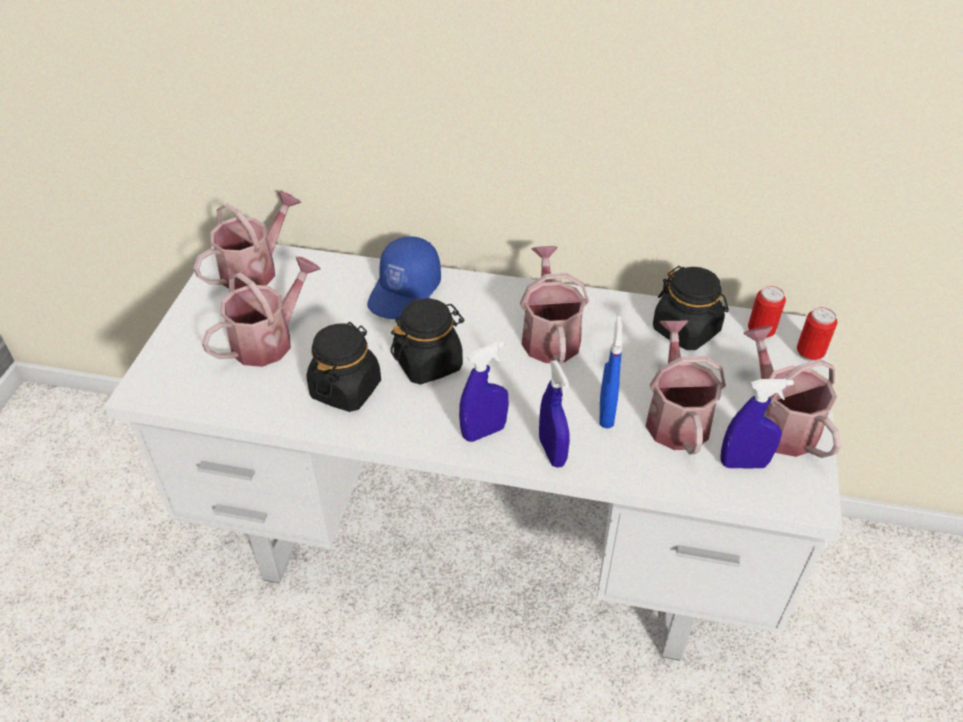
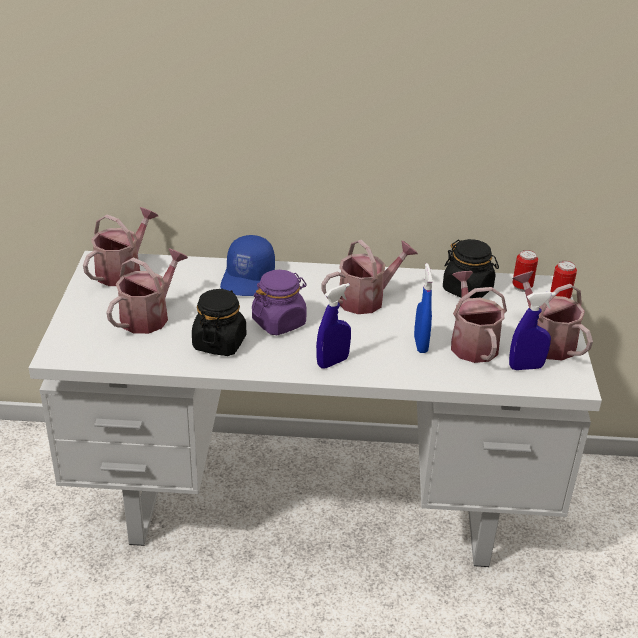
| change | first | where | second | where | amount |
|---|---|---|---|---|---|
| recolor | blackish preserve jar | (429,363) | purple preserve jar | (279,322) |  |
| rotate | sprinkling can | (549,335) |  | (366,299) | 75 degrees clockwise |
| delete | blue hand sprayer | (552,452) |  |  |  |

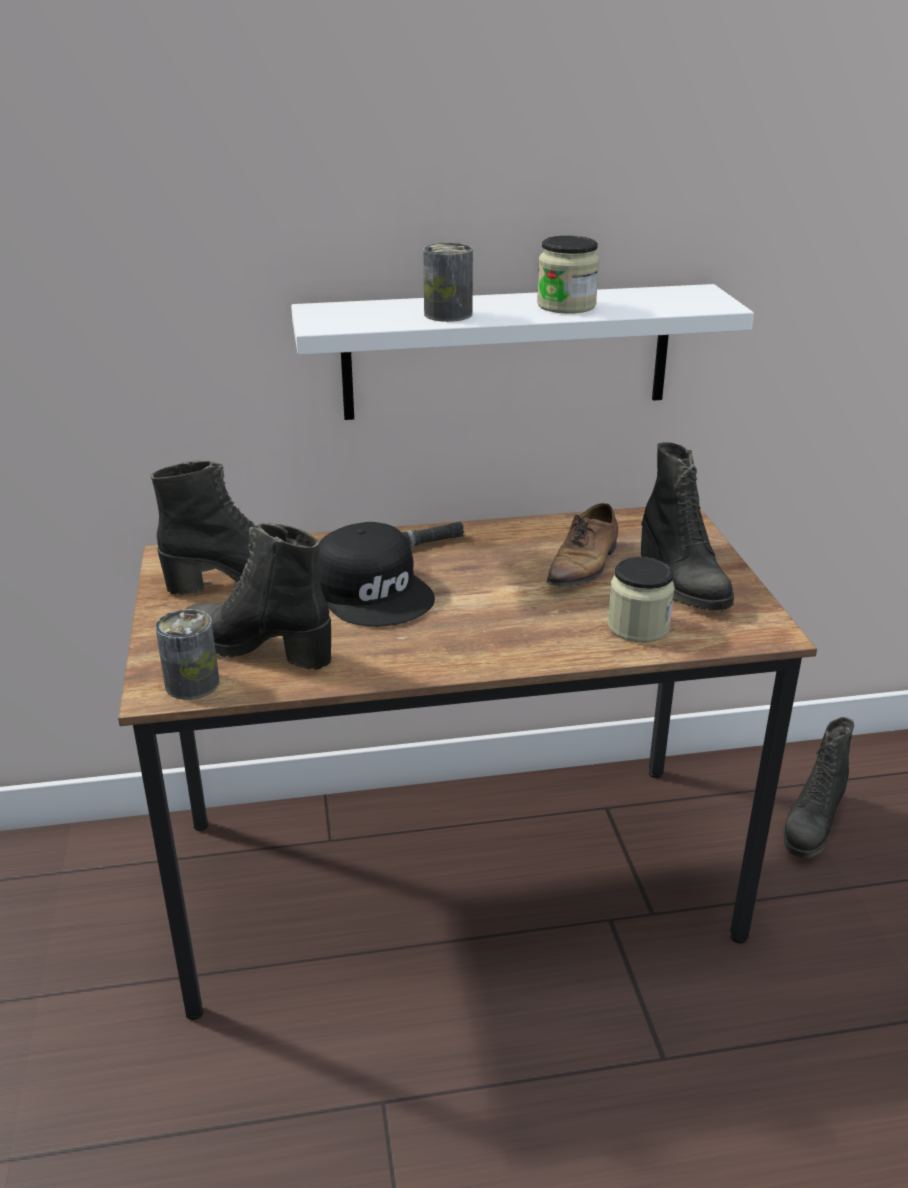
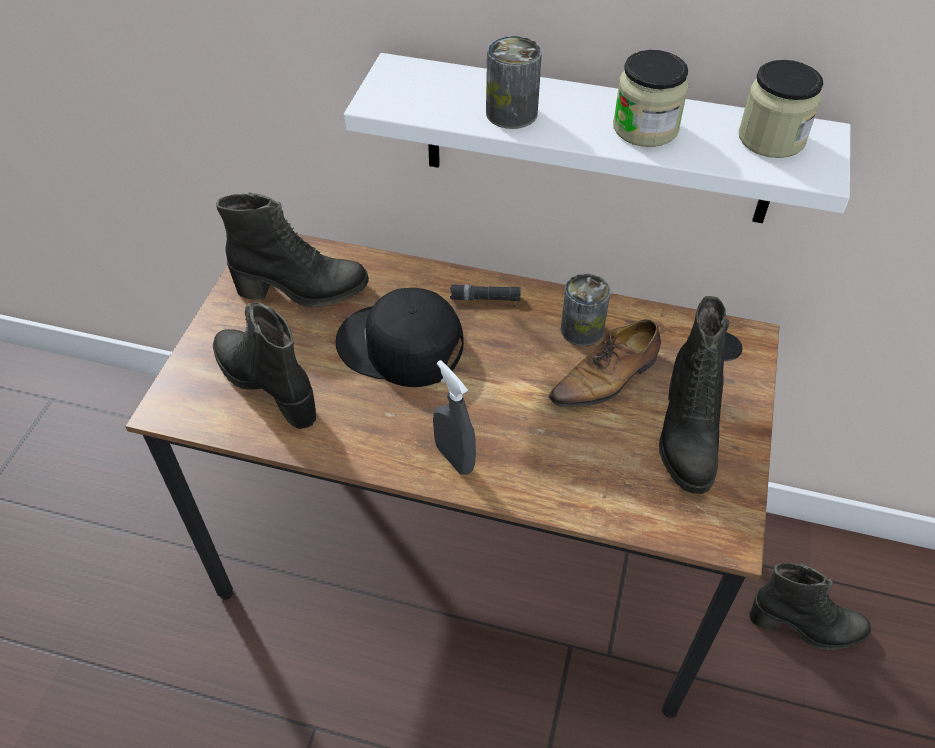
| change | first | where | second | where | amount |
|---|---|---|---|---|---|
| move | metal can | (192,683) |  | (582,329) |  |
| rotate | blackish peaked cap | (374,591) |  | (400,347) | 120 degrees clockwise |
| move | preserve jar | (638,627) |  | (771,139) |  |
| rotate | blackish tall boot | (810,826) |  | (806,627) | 135 degrees counterclockwise |
| insert |  |  | greyish hand sprayer | (454,458) |  |

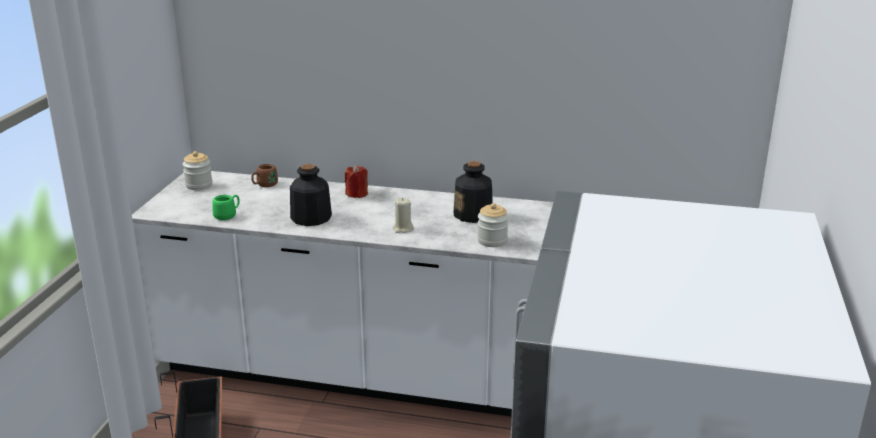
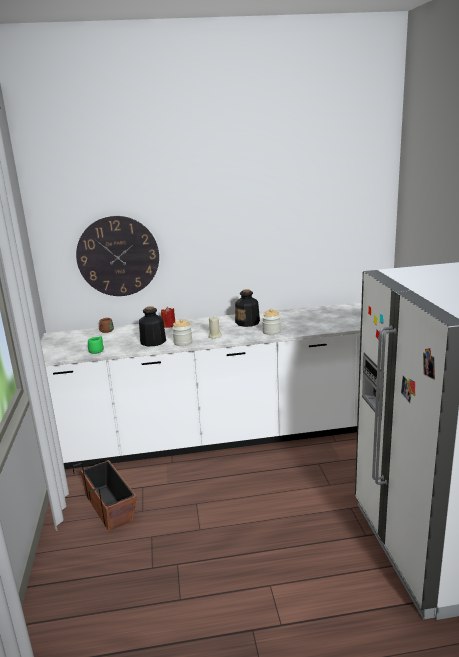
| change | first | where | second | where | amount |
|---|---|---|---|---|---|
| move | preserve jar | (199,185) |  | (183,343) |  |
| insert |  |  | wall clock | (118,256) |  |

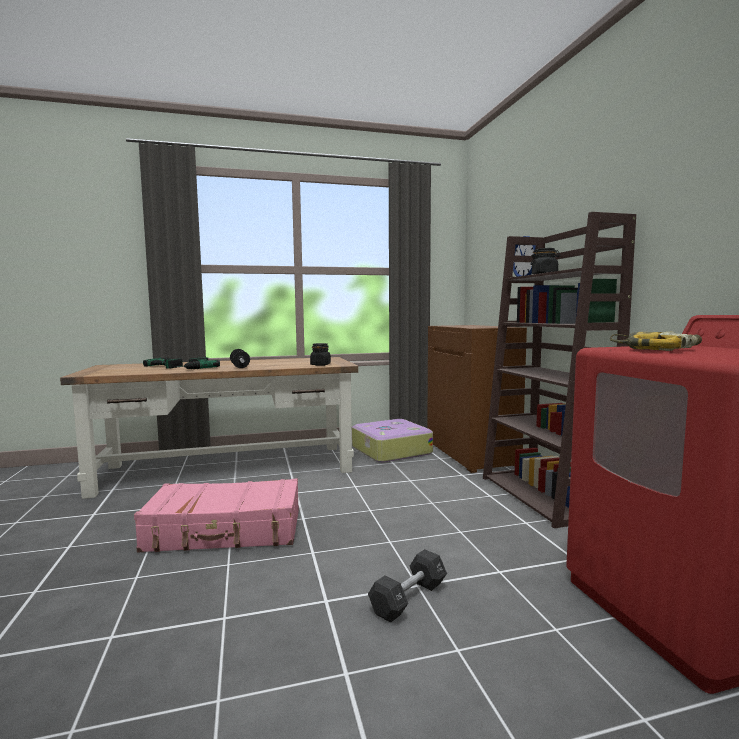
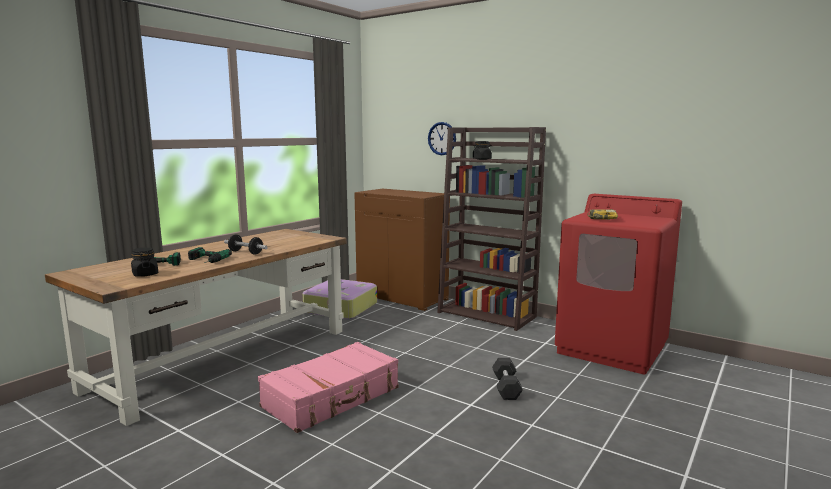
| change | first | where | second | where | amount |
|---|---|---|---|---|---|
| move | blackish preserve jar | (320,365) |  | (145,274) |  |

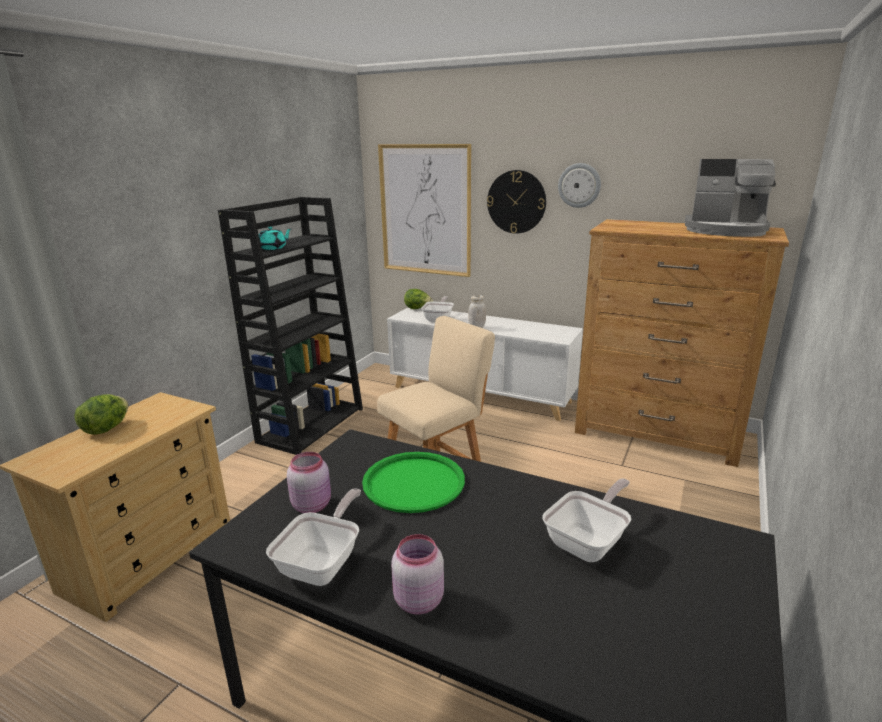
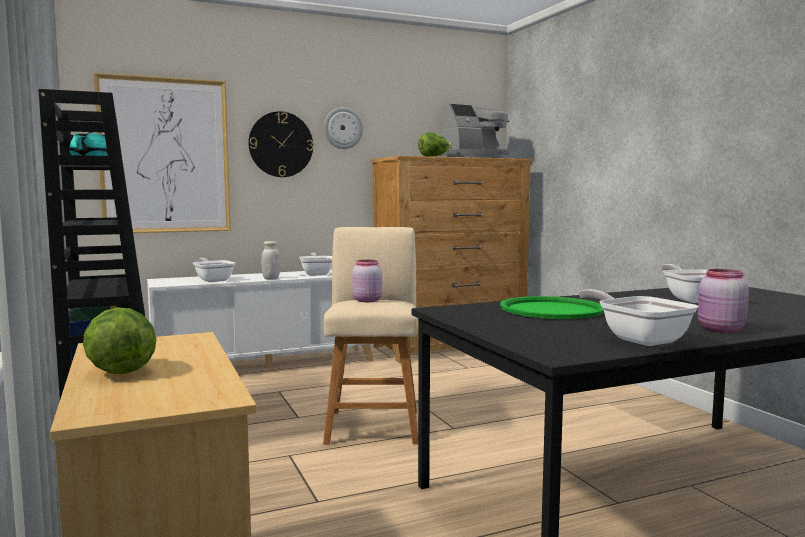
| change | first | where | second | where | amount |
|---|---|---|---|---|---|
| move | pink-coloured preserve jar | (312,505) |  | (367,300) |  |
| move | head of lettuce | (418,309) |  | (434,157) |  |
| insert |  |  | pan | (316,274) |  |

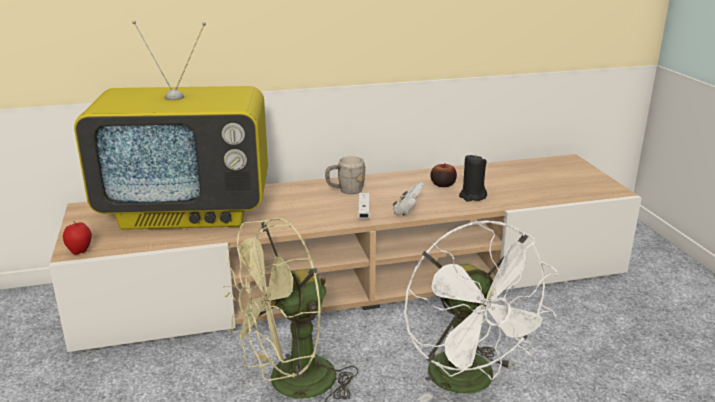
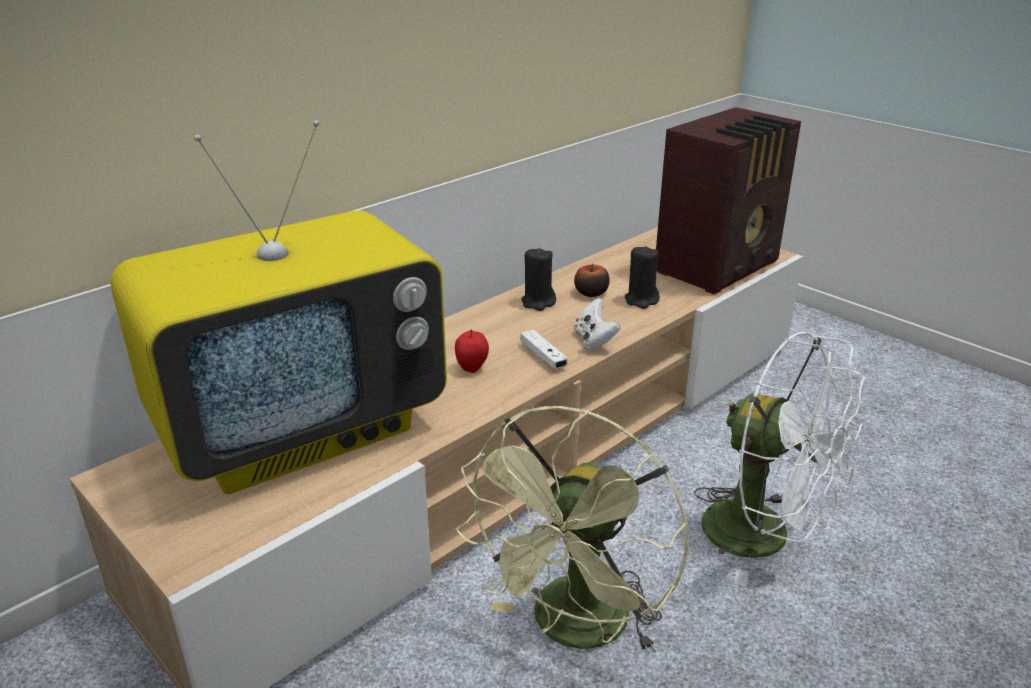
| change | first | where | second | where | amount |
|---|---|---|---|---|---|
| move | apple | (80,251) |  | (472,368) |  |
| delete | greyish mug | (345,190) |  |  |  |
| insert |  |  | blackish candle | (538,302) |  |
| insert |  |  | radio | (720,266) |  |

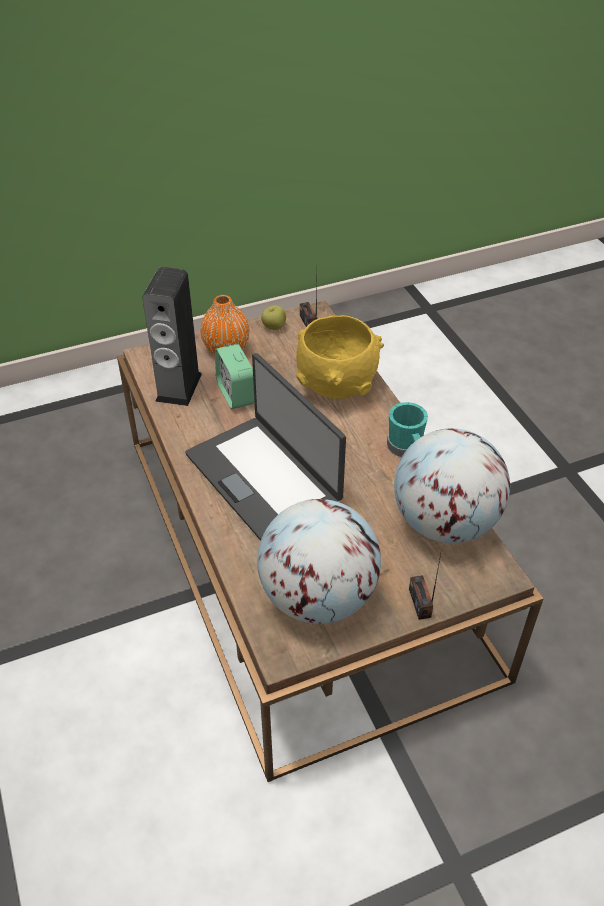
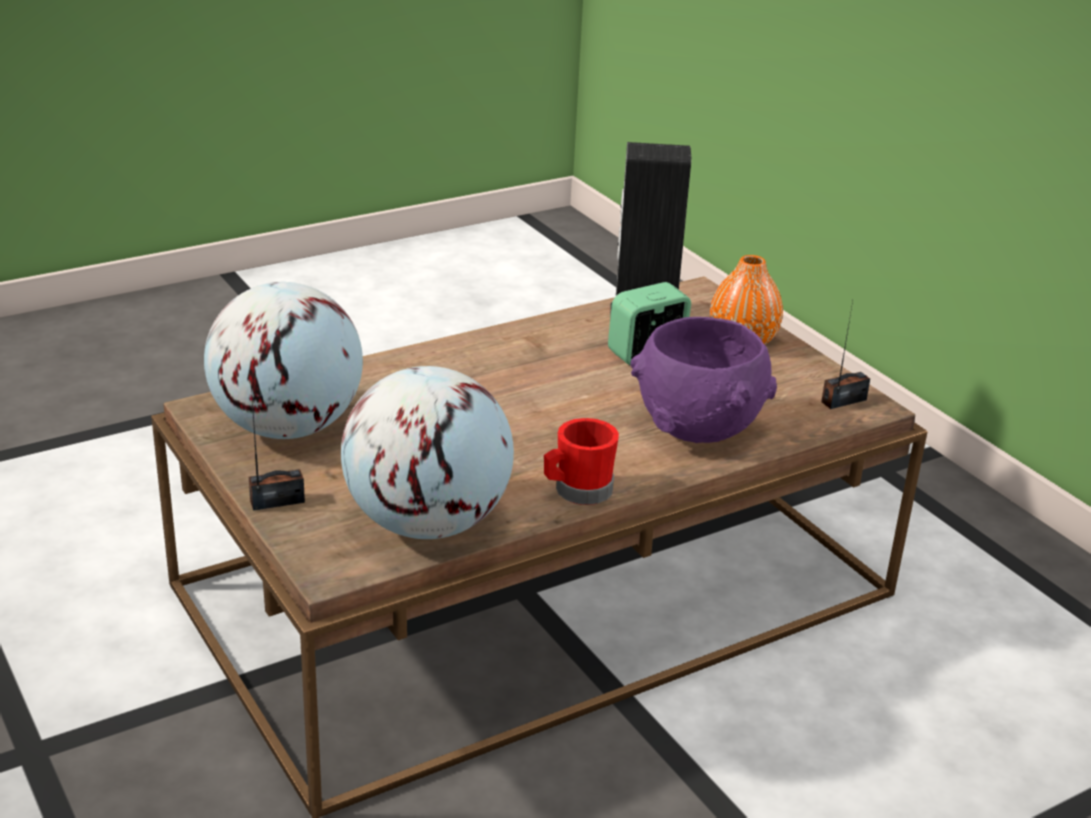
| change | first | where | second | where | amount |
|---|---|---|---|---|---|
| delete | notebook computer | (264,477) |  |  |  |
| delete | apple | (273,327) |  |  |  |
| recolor | yellowish deep dish | (335,385) | purple deep dish | (699,428) |  |
| recolor | turquoise-coloured mug | (406,448) | red mug | (577,491) |  |

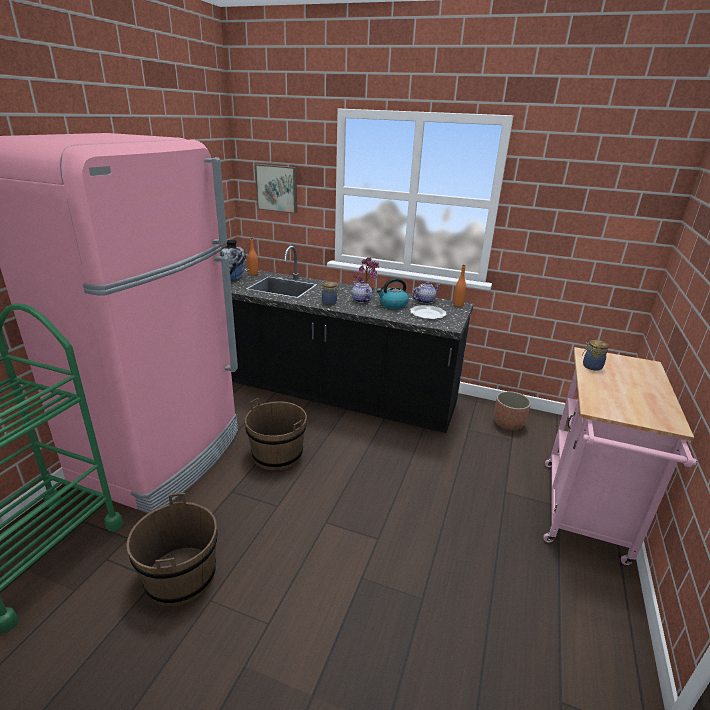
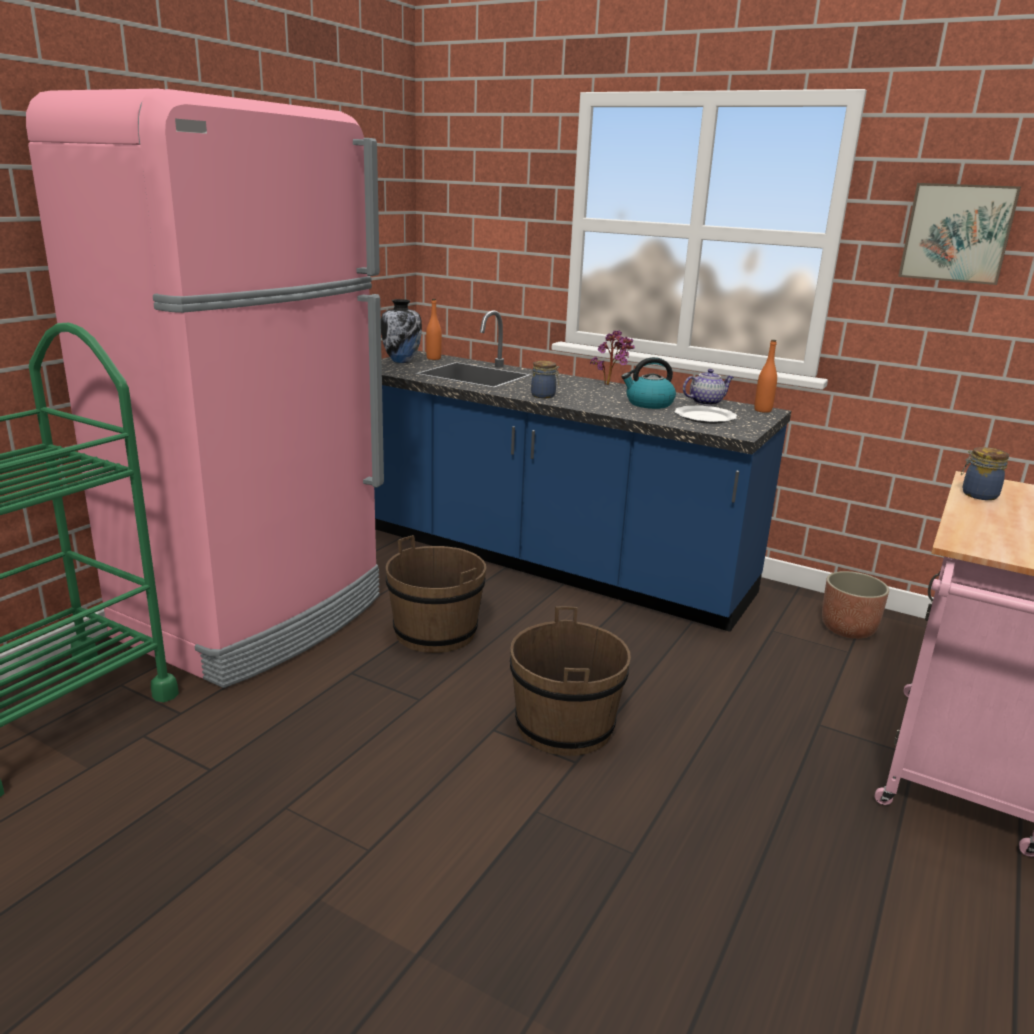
| change | first | where | second | where | amount |
|---|---|---|---|---|---|
| move | brown bucket | (181,576) |  | (564,726) |  |
| recolor | blackish counter | (332,394) | blue counter | (544,561) |  |
| move | wall art | (277,188) |  | (957,233) |  |
| delete | tea pot | (360,300) |  |  |  |

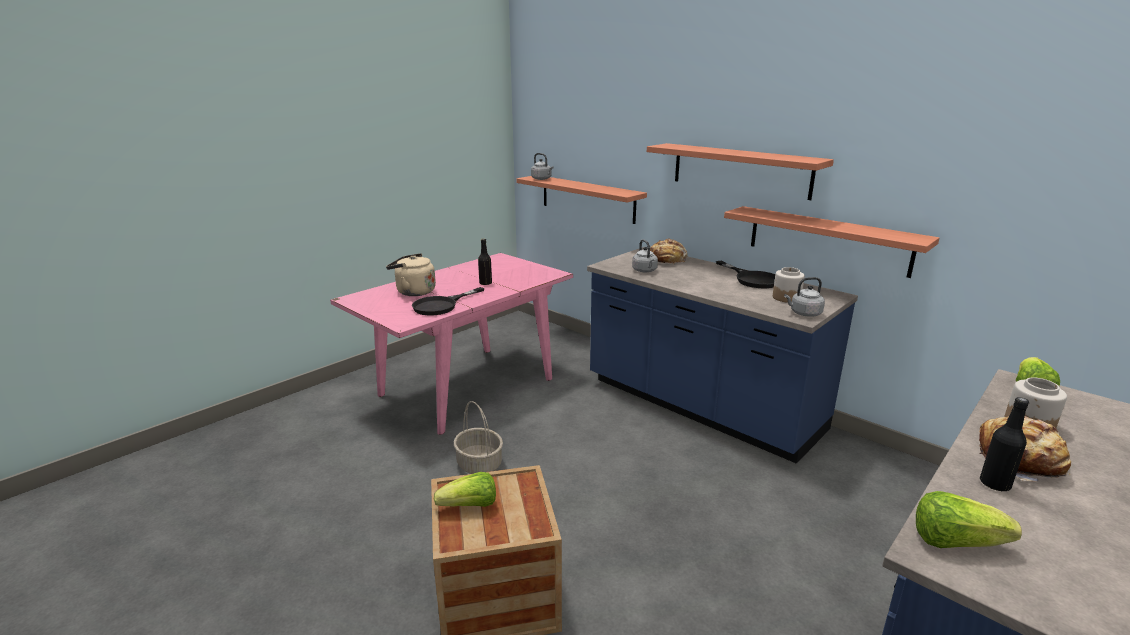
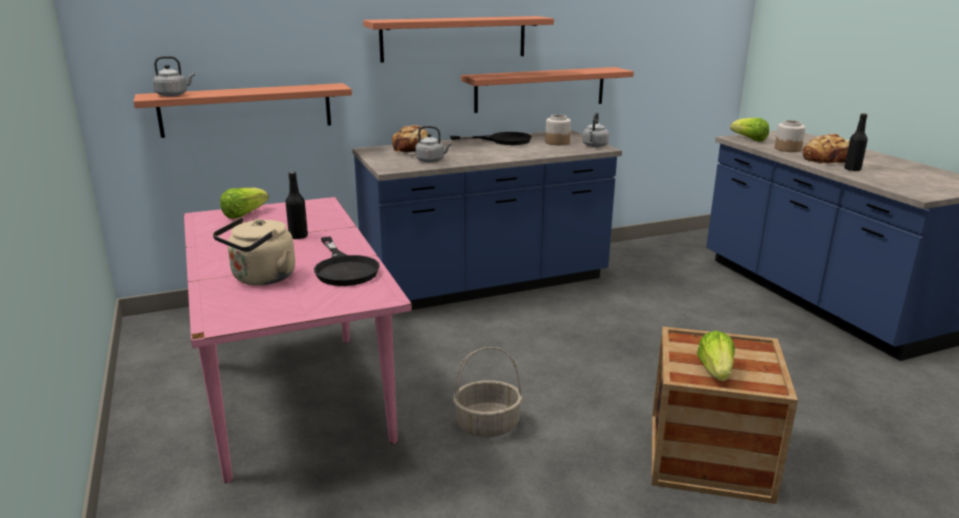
| change | first | where | second | where | amount |
|---|---|---|---|---|---|
| move | head of lettuce | (954,541) |  | (244,214) |  |

